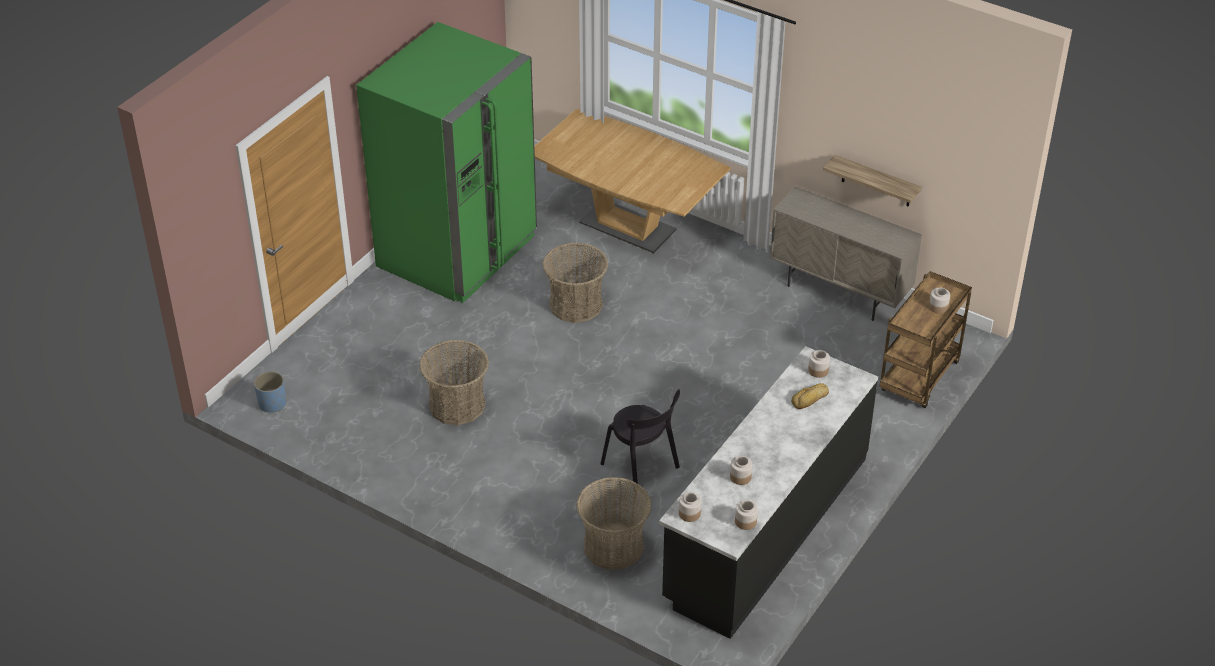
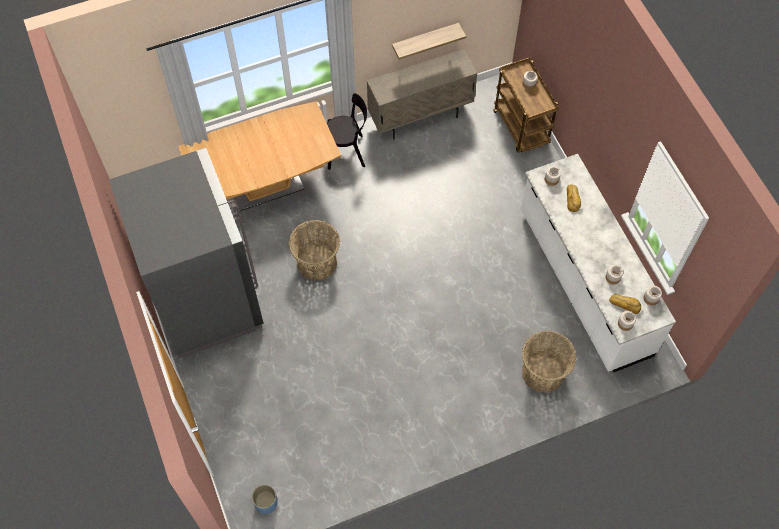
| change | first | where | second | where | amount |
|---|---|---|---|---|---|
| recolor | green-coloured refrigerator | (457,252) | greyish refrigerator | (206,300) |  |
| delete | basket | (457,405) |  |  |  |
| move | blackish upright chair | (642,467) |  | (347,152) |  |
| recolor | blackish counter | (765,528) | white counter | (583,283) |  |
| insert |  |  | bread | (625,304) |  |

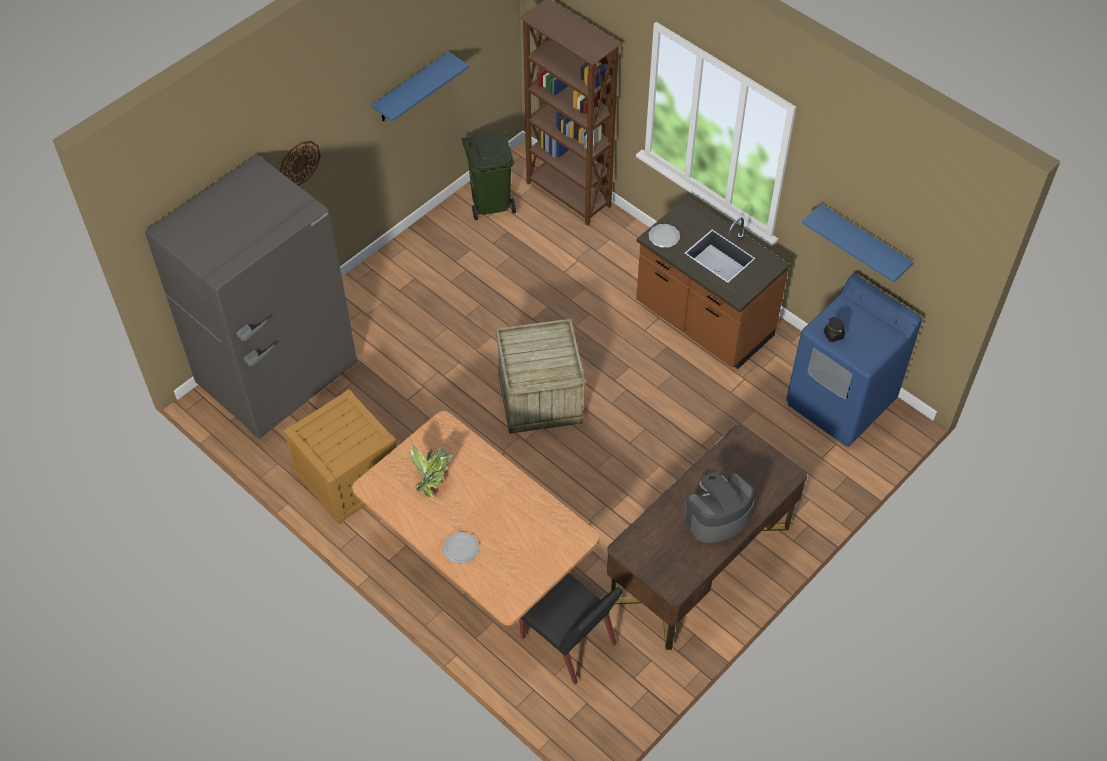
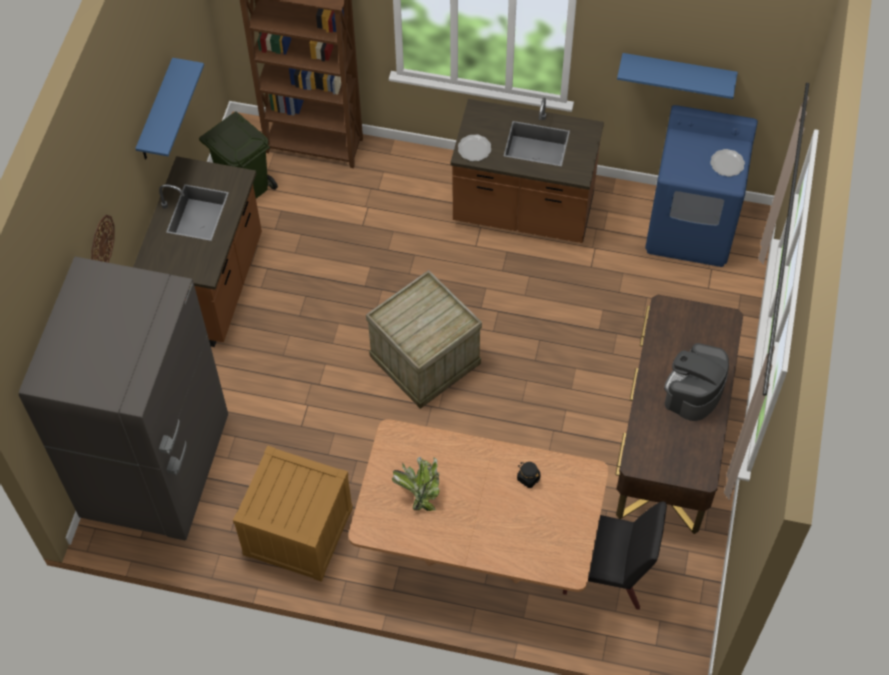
| change | first | where | second | where | amount |
|---|---|---|---|---|---|
| move | flat dish | (461,548) |  | (726,163) |  |
| move | blackish preserve jar | (833,335) |  | (528,478) |  |
| insert |  |  | brown counter | (211,287) |  |

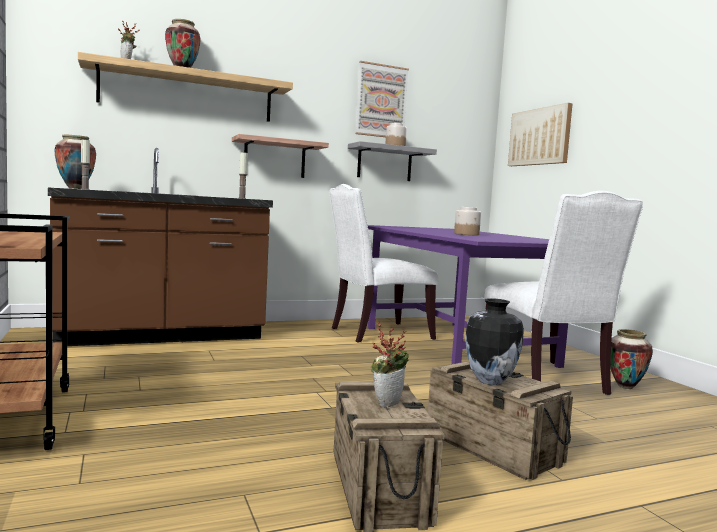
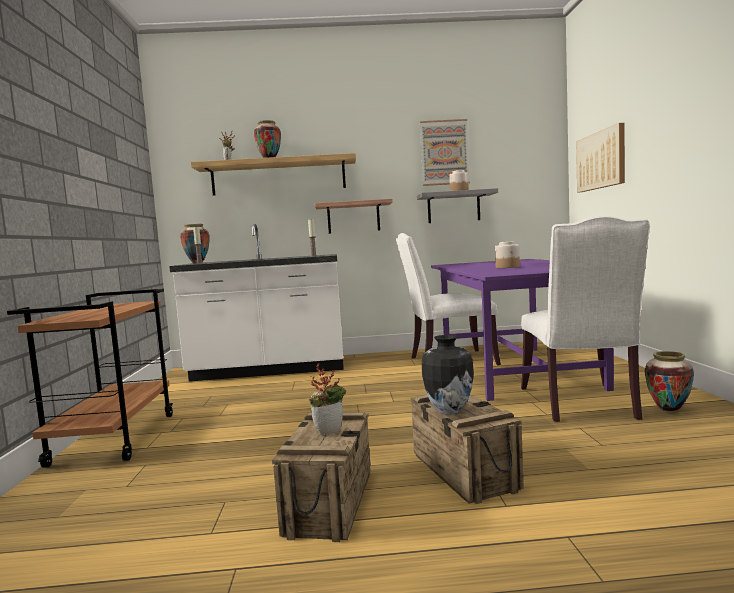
| change | first | where | second | where | amount |
|---|---|---|---|---|---|
| recolor | brown counter | (162,336) | white counter | (269,370) |  |

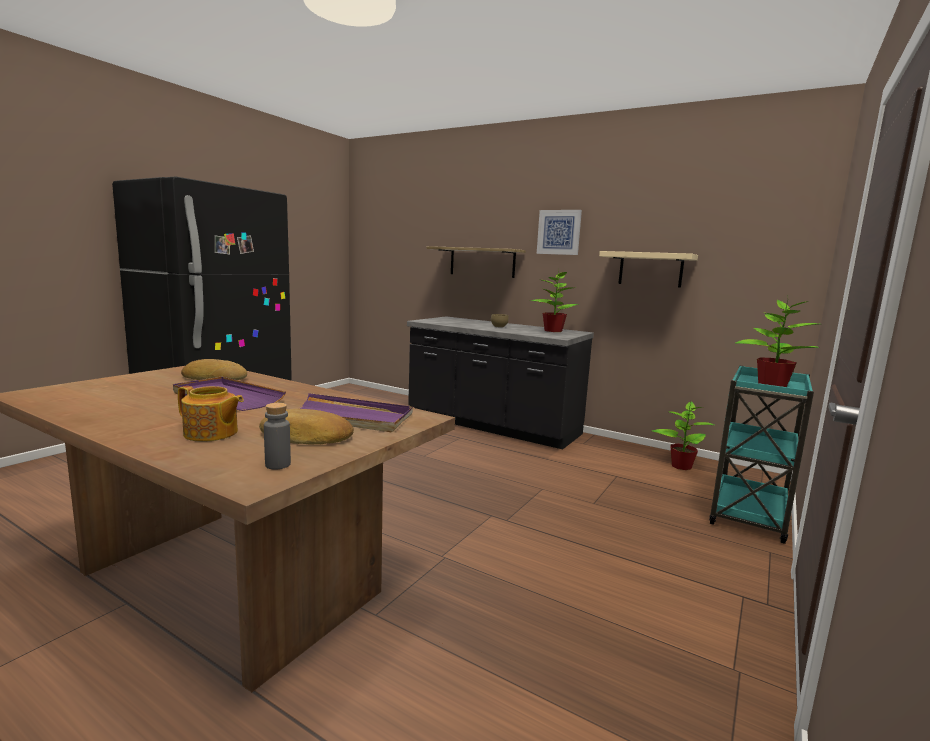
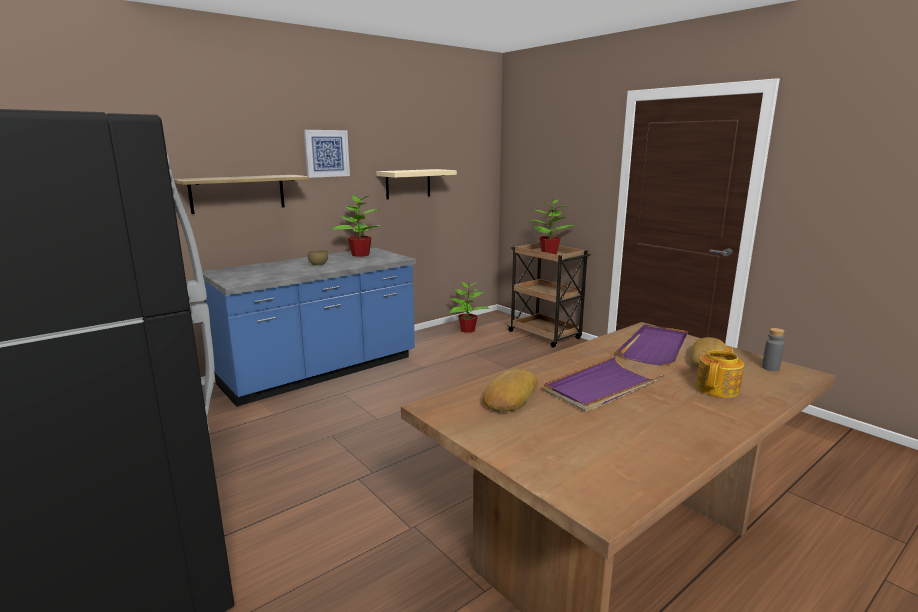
| change | first | where | second | where | amount |
|---|---|---|---|---|---|
| recolor | blackish counter | (492,425) | blue counter | (321,372) |  |
| recolor | turquoise-coloured trolley | (749,515) | brown trolley | (545,335) |  |

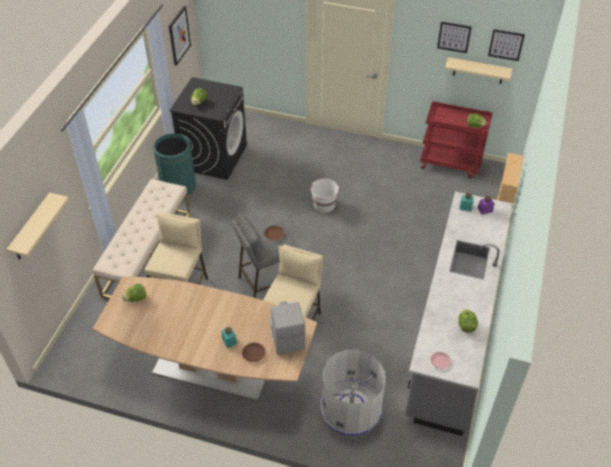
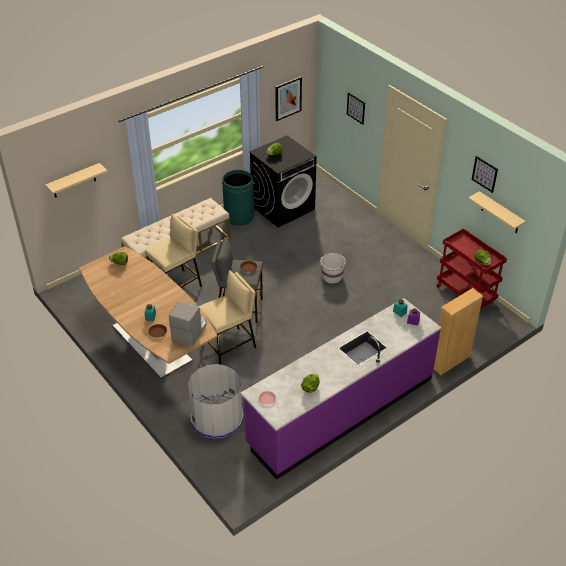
| change | first | where | second | where | amount |
|---|---|---|---|---|---|
| recolor | greyish counter | (452,332) | purple counter | (340,410) |  |
| move | wall art | (506,45) |  | (356,108) |  |

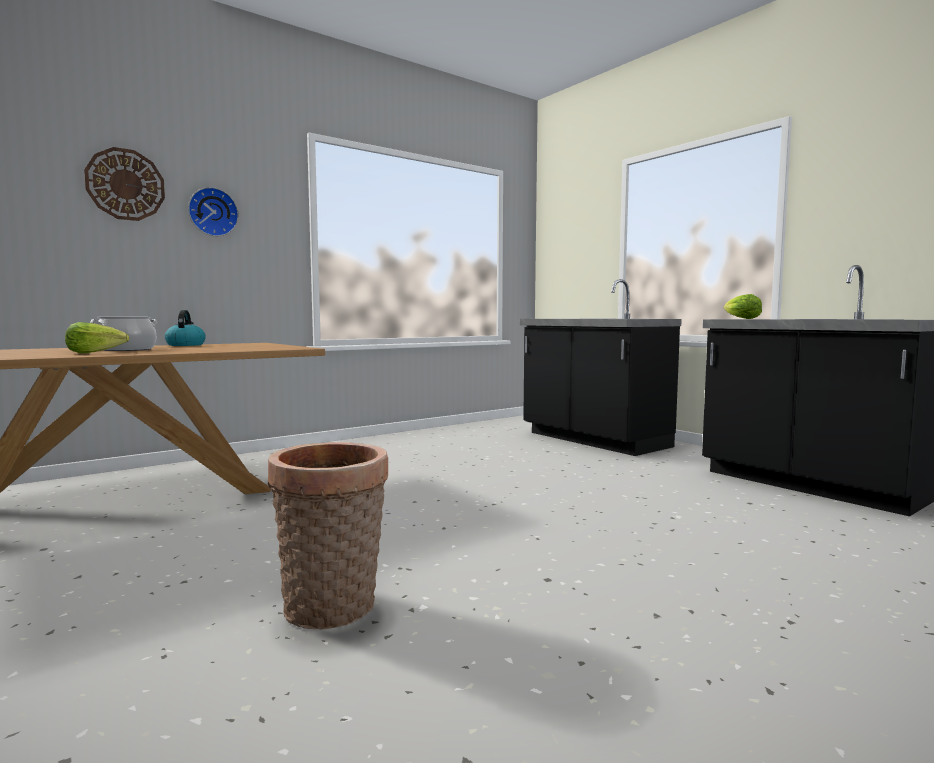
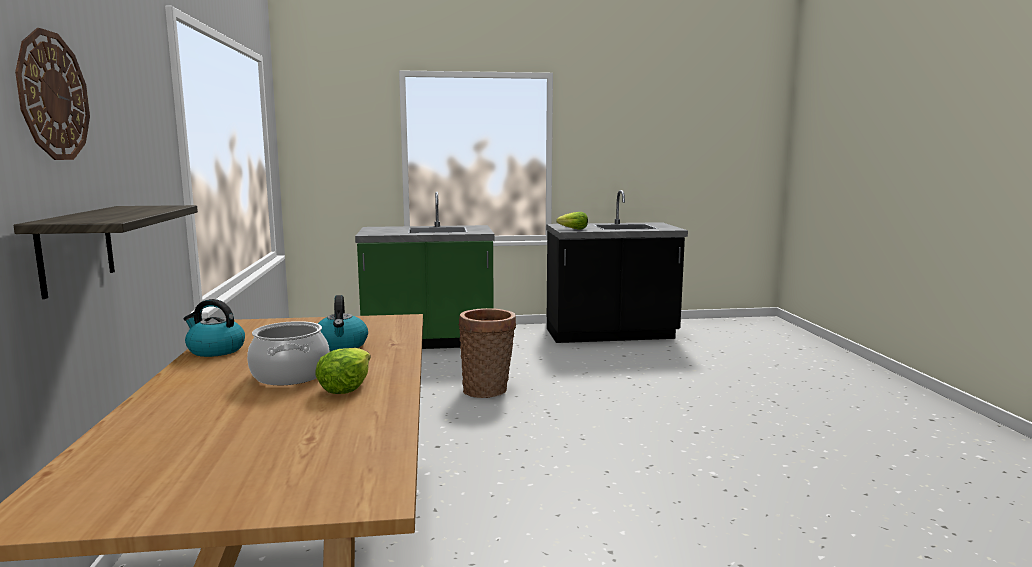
| change | first | where | second | where | amount |
|---|---|---|---|---|---|
| delete | wall clock | (212,212) |  |  |  |
| move | basket | (333,610) |  | (488,390) |  |
| recolor | blackish counter | (593,440) | green-coloured counter | (428,342) |  |
| insert |  |  | bracket shelf | (76,249) |  |
| insert |  |  | water kettle | (341,345) |  |

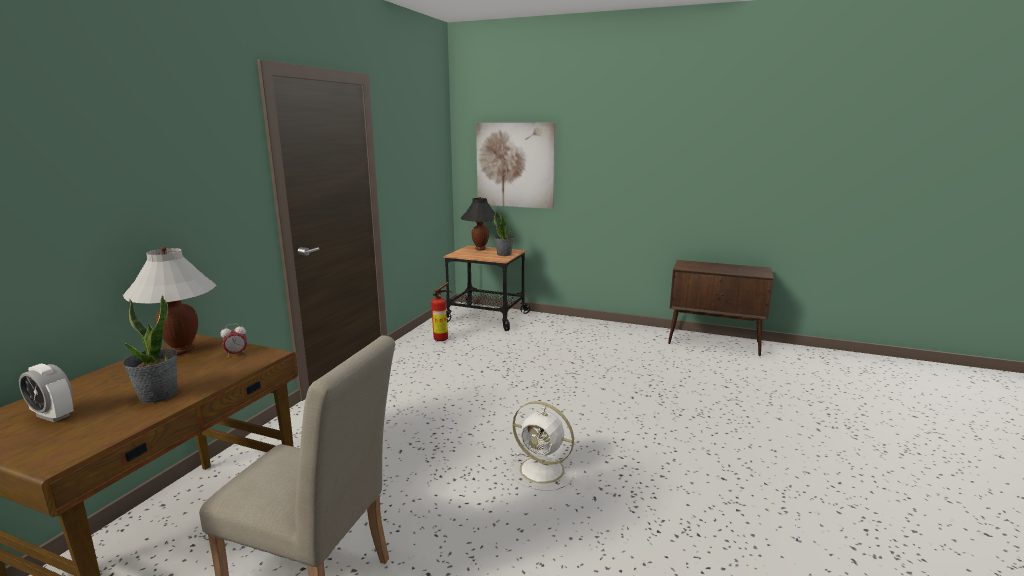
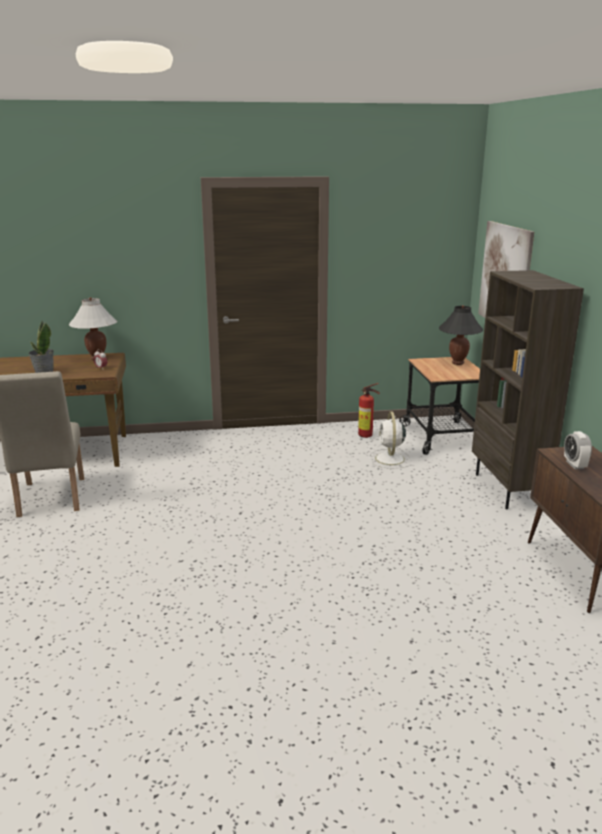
| change | first | where | second | where | amount |
|---|---|---|---|---|---|
| move | table clock | (53,416) |  | (574,465) |  |
| delete | plant in a pot | (504,254) |  |  |  |
| move | white fan | (543,470) |  | (390,459) |  |
| insert |  |  | brown shelving unit | (508,490) |  |

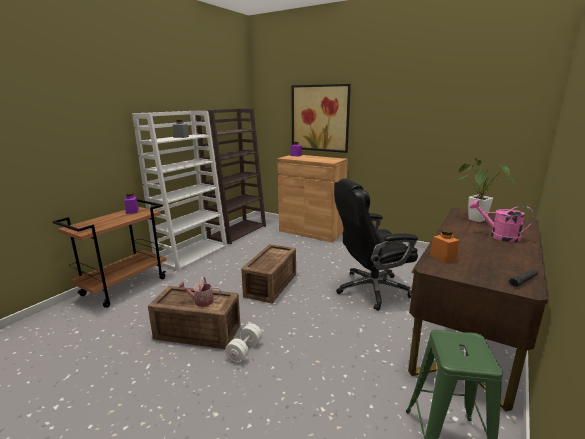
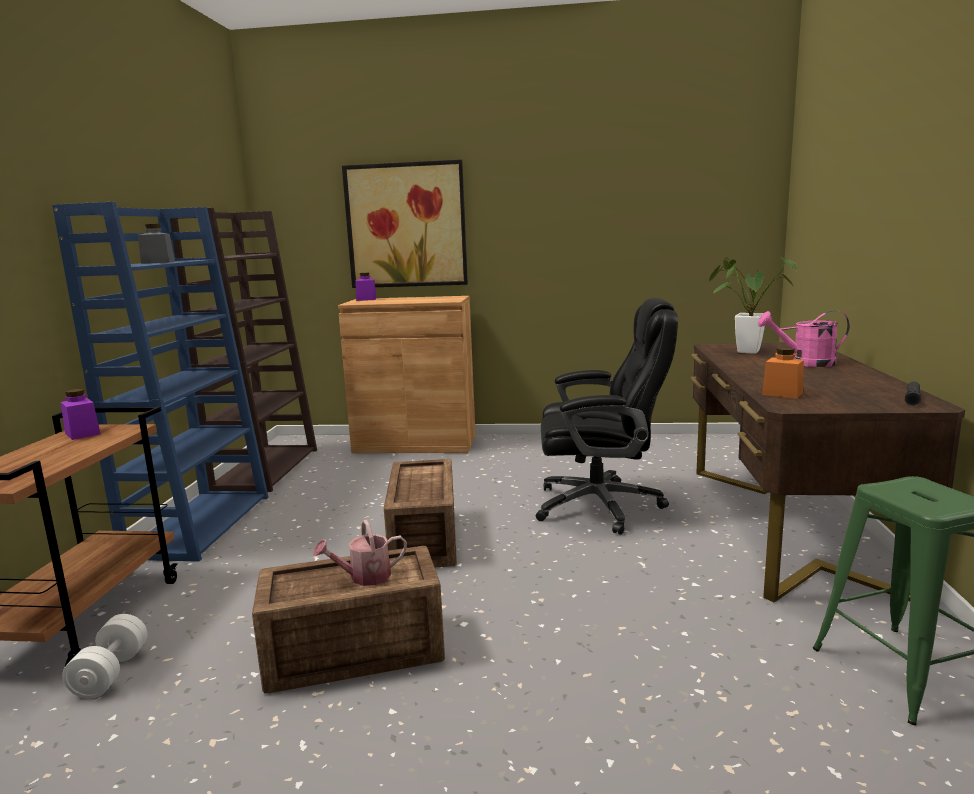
| change | first | where | second | where | amount |
|---|---|---|---|---|---|
| recolor | white shelving unit | (192,254) | blue shelving unit | (200,525) |  |
| move | white hand weight | (244,351) |  | (111,673) |  |
| rotate | blackish computer chair | (371,290) |  | (601,505) | 135 degrees counterclockwise |

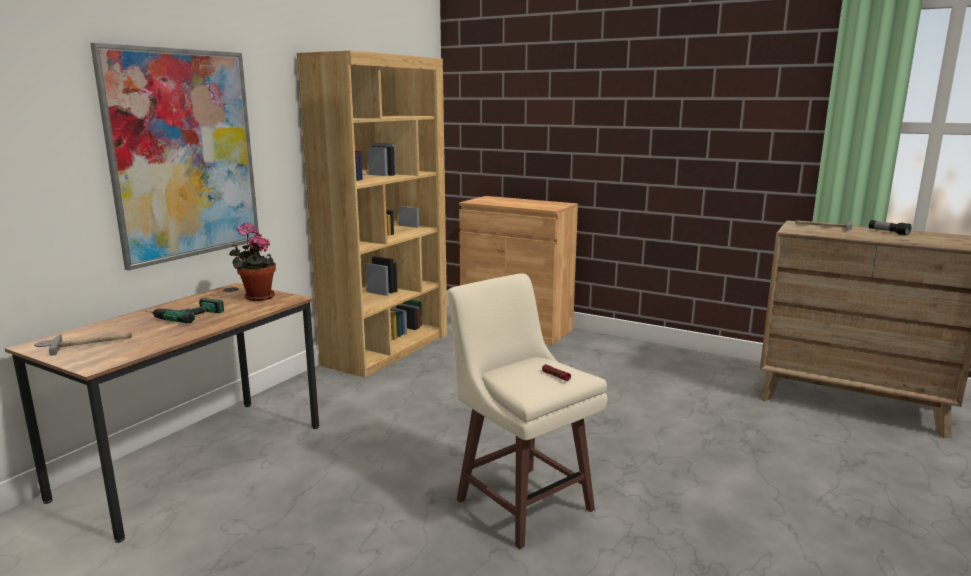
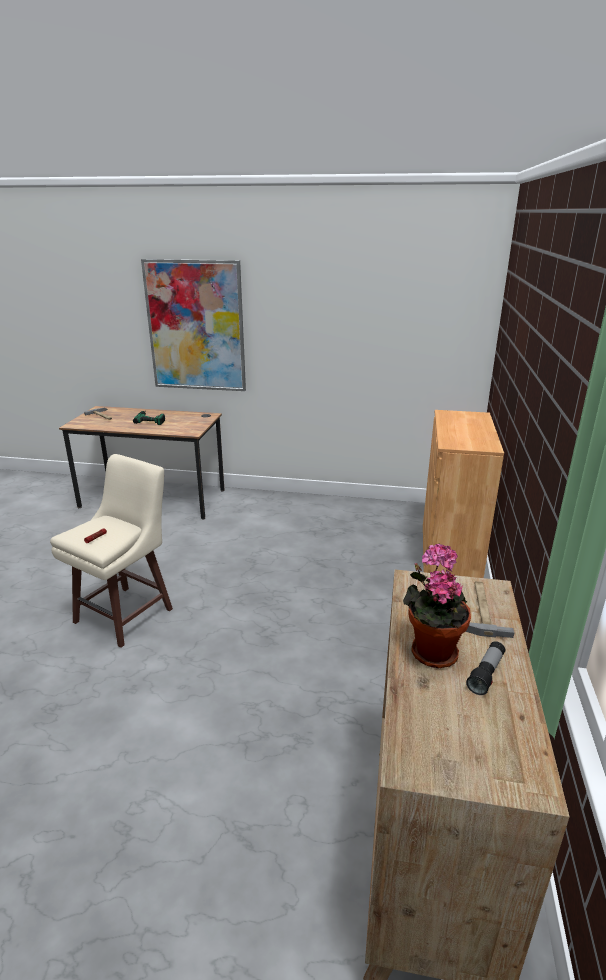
| change | first | where | second | where | amount |
|---|---|---|---|---|---|
| move | plant in a pot | (256,297) |  | (431,650) |  |
| delete | brown shelving unit | (387,349) |  |  |  |

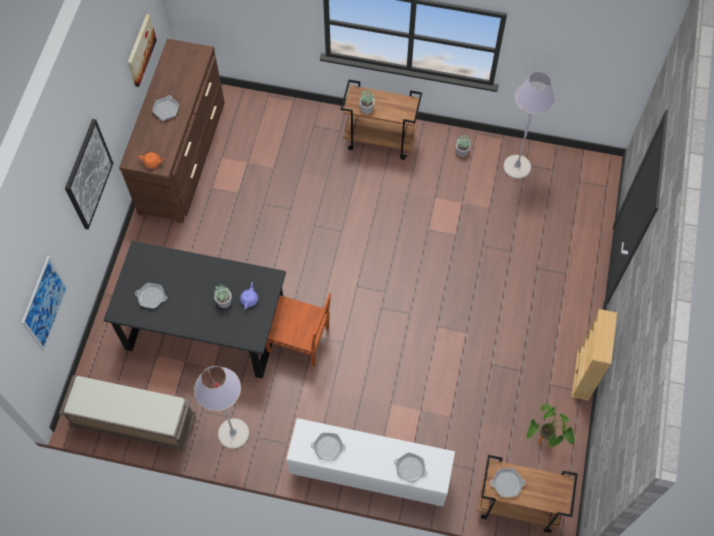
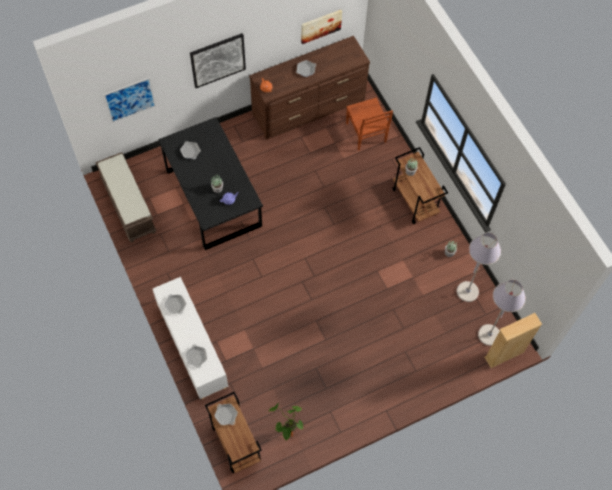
| change | first | where | second | where | amount |
|---|---|---|---|---|---|
| move | greyish standard lamp | (233,433) |  | (489,335) |  |
| move | brown upright chair | (300,340) |  | (366,133) |  |
| move | beige shelving unit | (583,375) |  | (504,355) |  |

